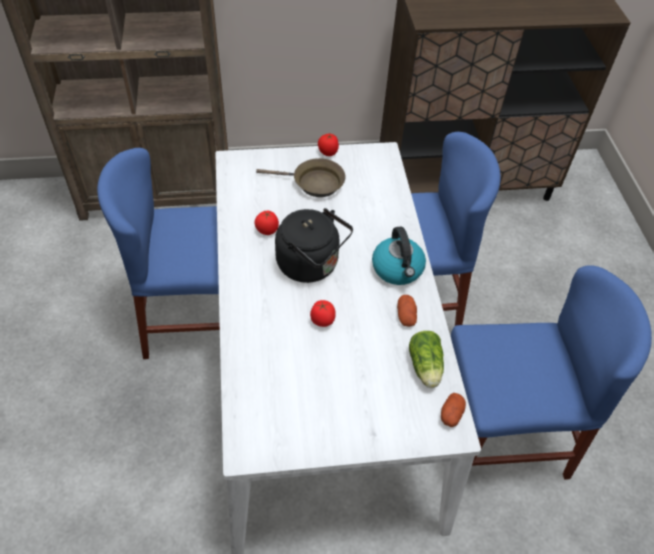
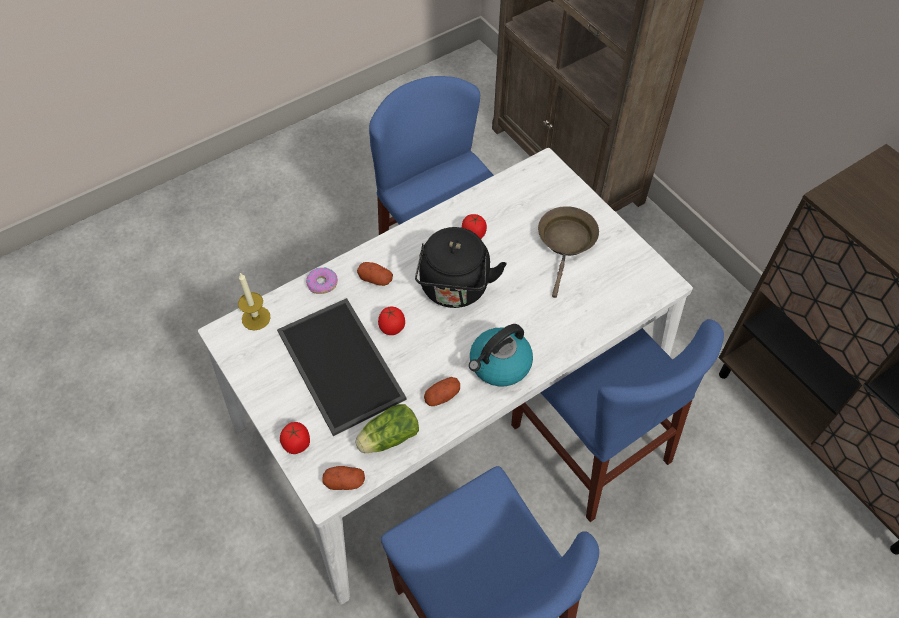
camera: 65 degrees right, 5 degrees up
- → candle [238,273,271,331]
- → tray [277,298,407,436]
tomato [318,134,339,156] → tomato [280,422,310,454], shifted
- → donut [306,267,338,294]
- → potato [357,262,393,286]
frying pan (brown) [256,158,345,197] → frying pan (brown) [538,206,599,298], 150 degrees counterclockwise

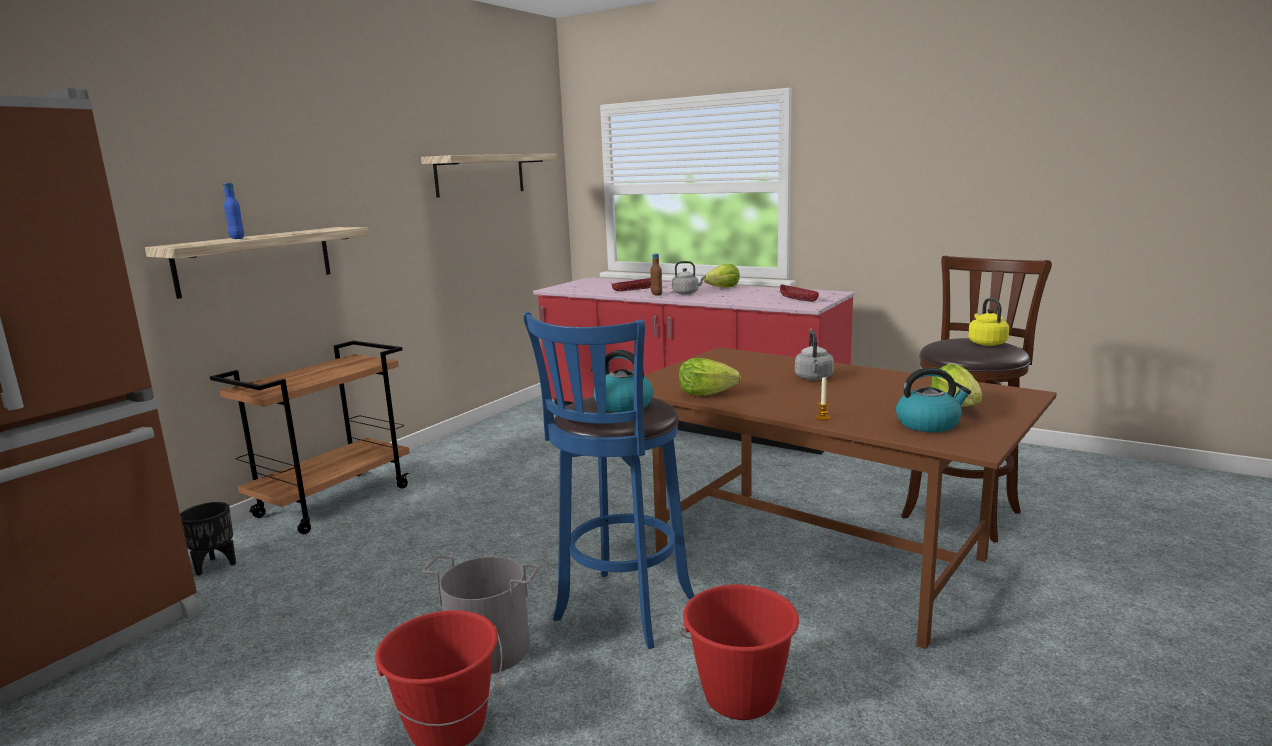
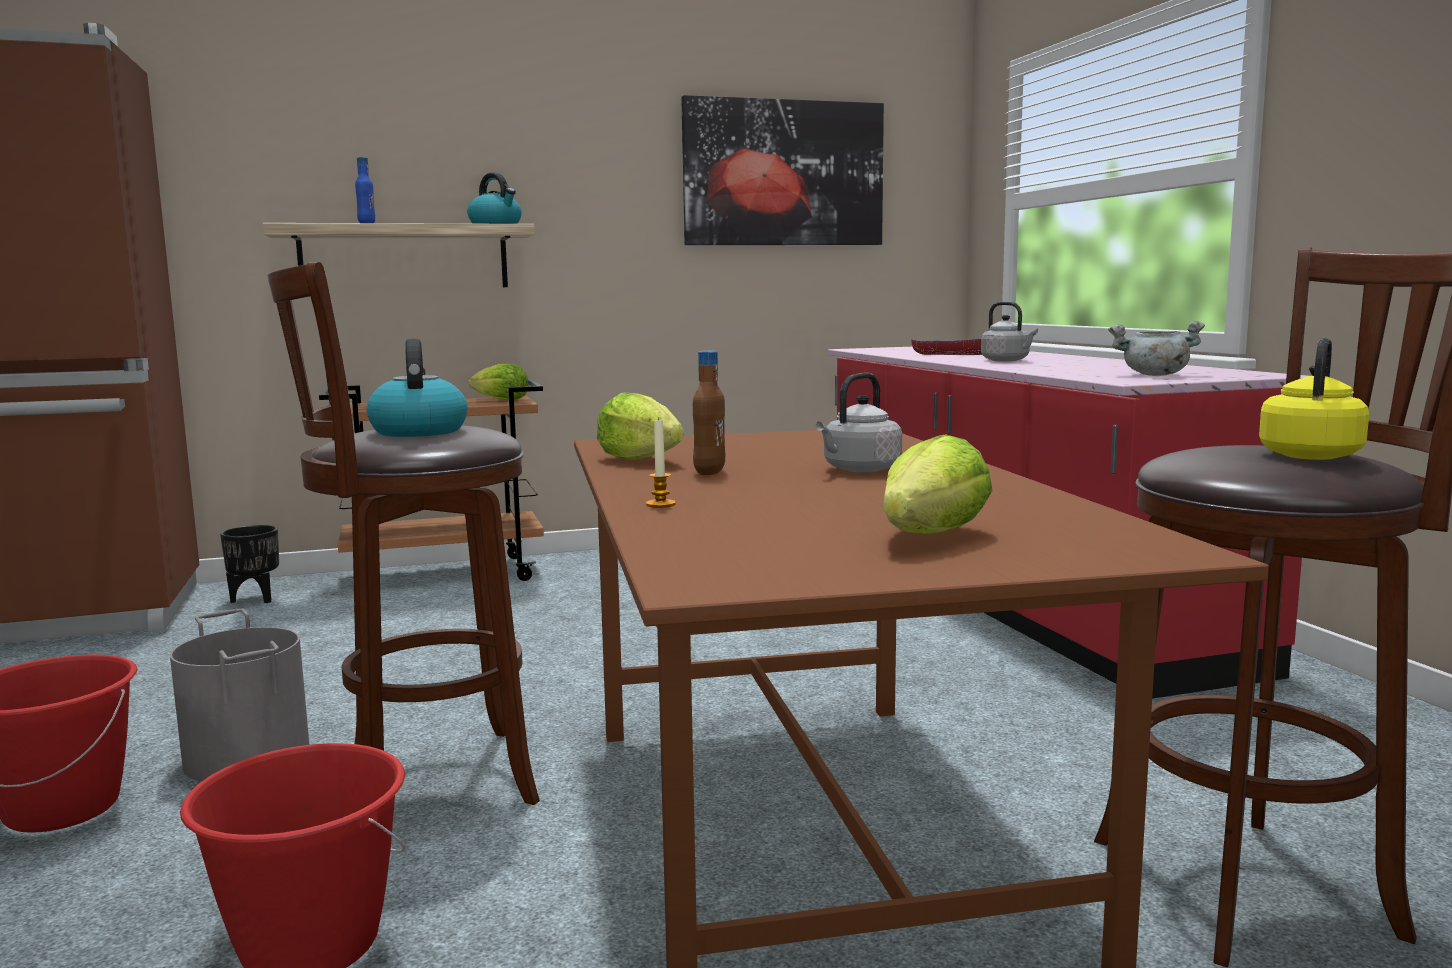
camera: 40 degrees right, 5 degrees down
stool (blue) [523,312,694,649] → stool (brown) [267,262,540,805]
kettle [896,368,971,432] → kettle [467,172,522,224], shifted
lettuce [703,264,740,288] → lettuce [469,363,529,401], shifted
shelf [421,153,557,198] → picture [681,95,884,245]
bottle (brown) [650,254,662,296] → bottle (brown) [693,351,725,475], shifted
bowl (red) [780,284,819,302] → cooking pot (grey) [1108,321,1205,376]

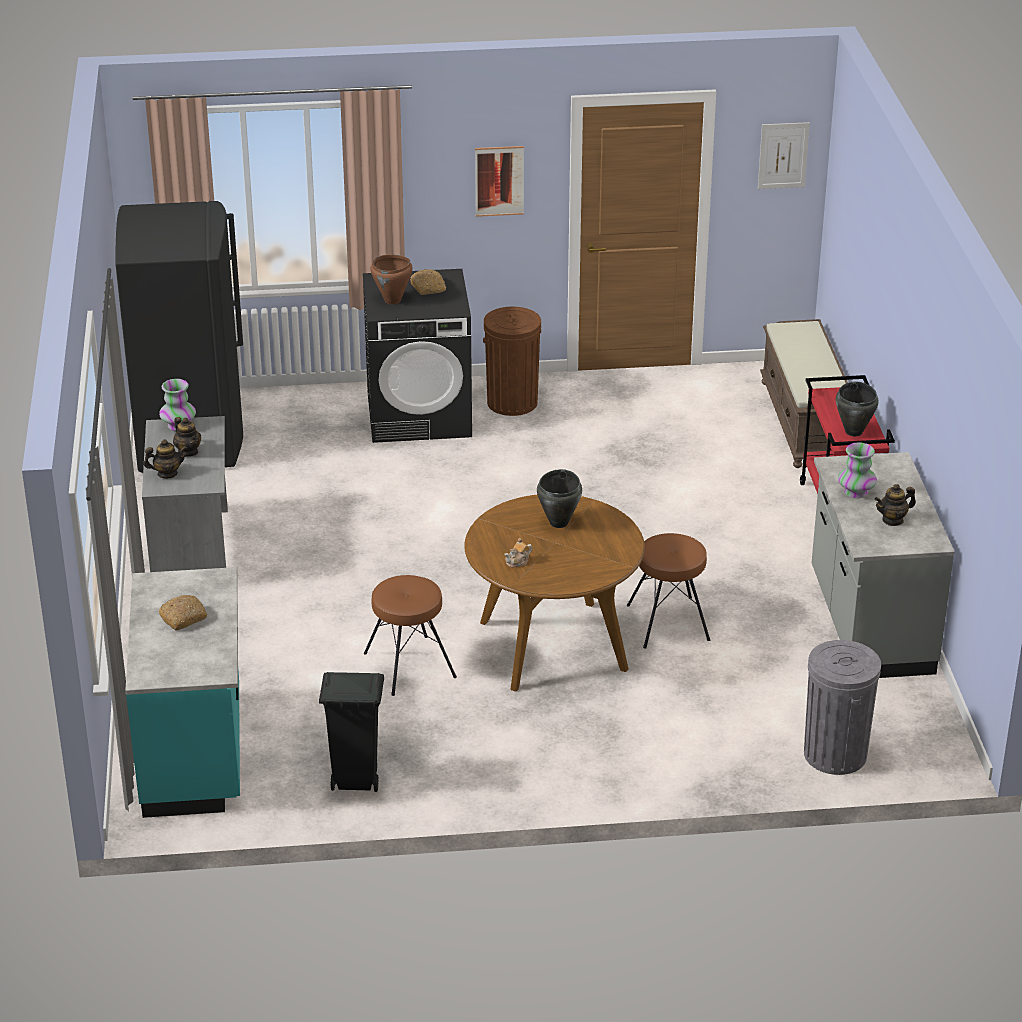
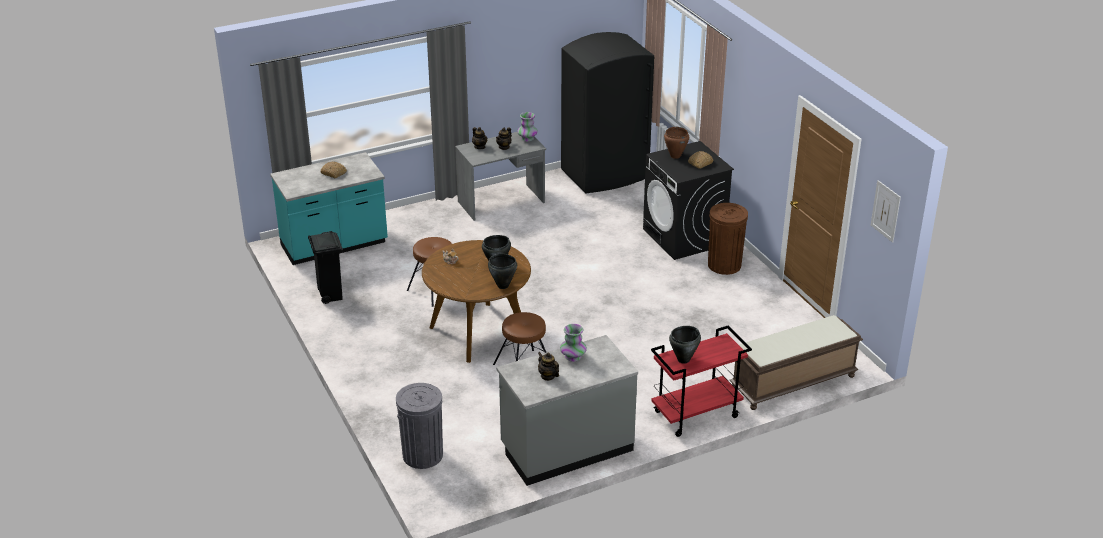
camera: 70 degrees right, 0 degrees up
- → cooking pot (black) [488,254,517,289]
picture [475,146,524,217] → -

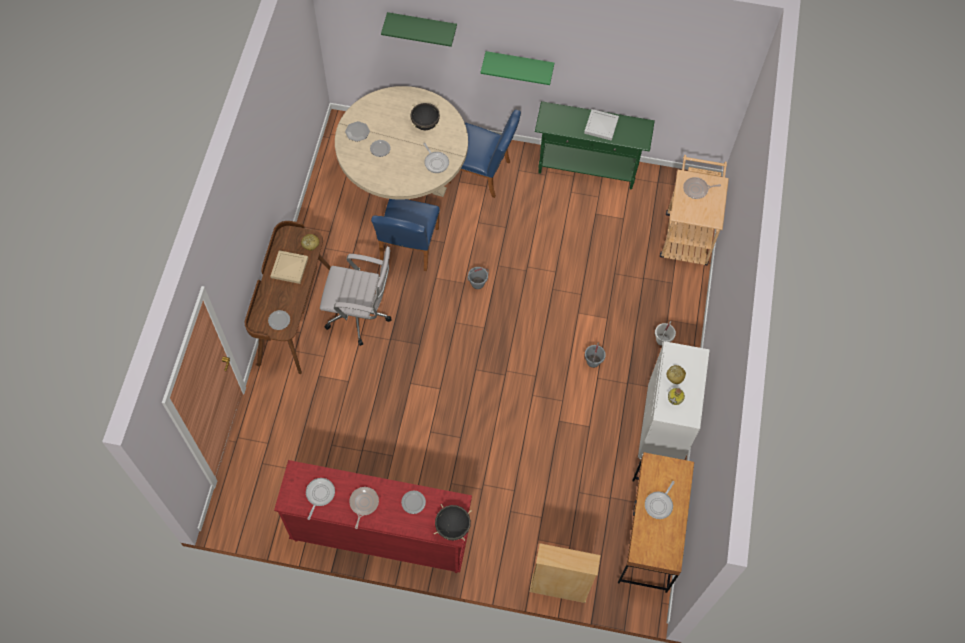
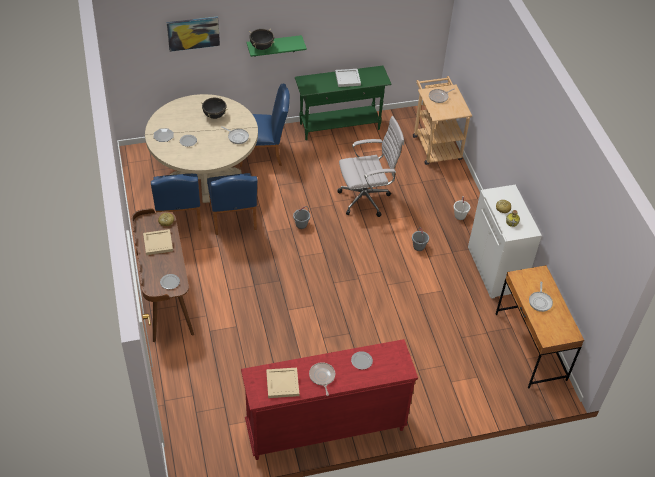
camera: 25 degrees left, 15 degrees down
- → chair (blue) [151,174,201,231]
shelf (green) [381,12,457,47] → picture [166,16,220,52]
cooking pot (black) [434,504,472,541] → cooking pot (black) [249,29,274,50], shifted
frying pan [306,478,335,520] → tray (beige) [266,368,299,398]
office chair (white) [320,246,391,346] → office chair (white) [337,116,404,217], shifted
bookcase (beige) [530,543,601,603] → -

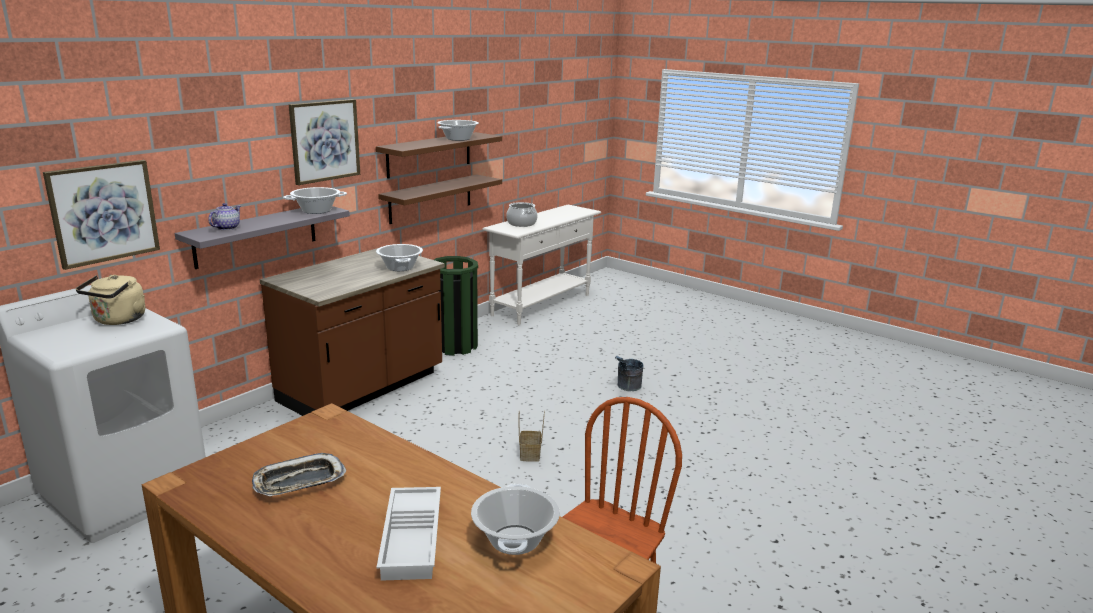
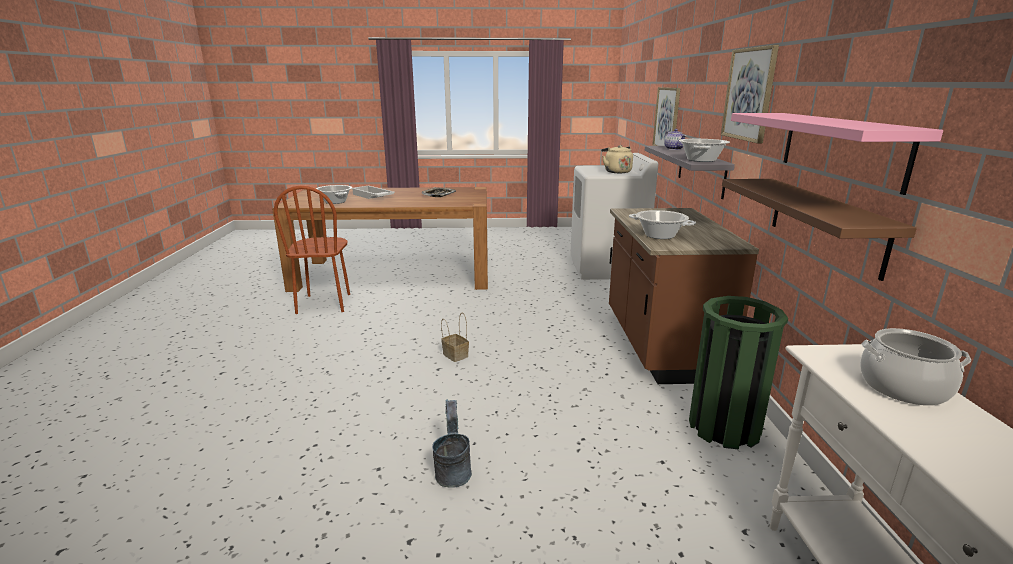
camera: 140 degrees right, 0 degrees up
shelf (brown) [376,132,502,179] → shelf (pink) [731,113,943,195]
cooking pot [437,120,479,141] → -

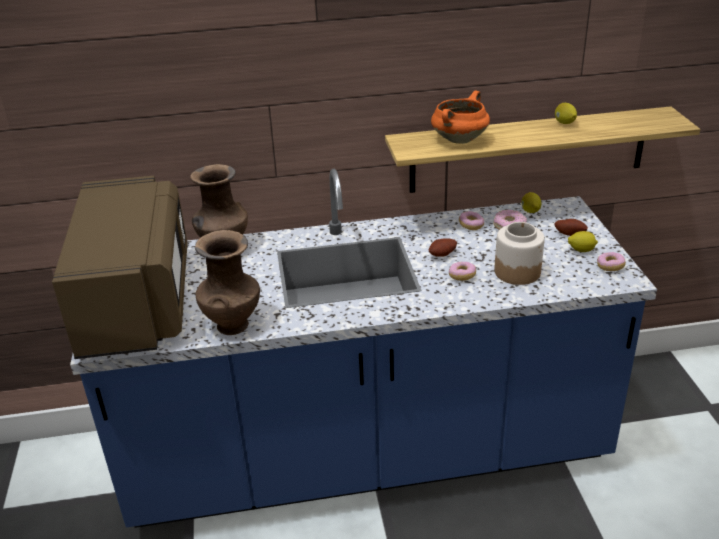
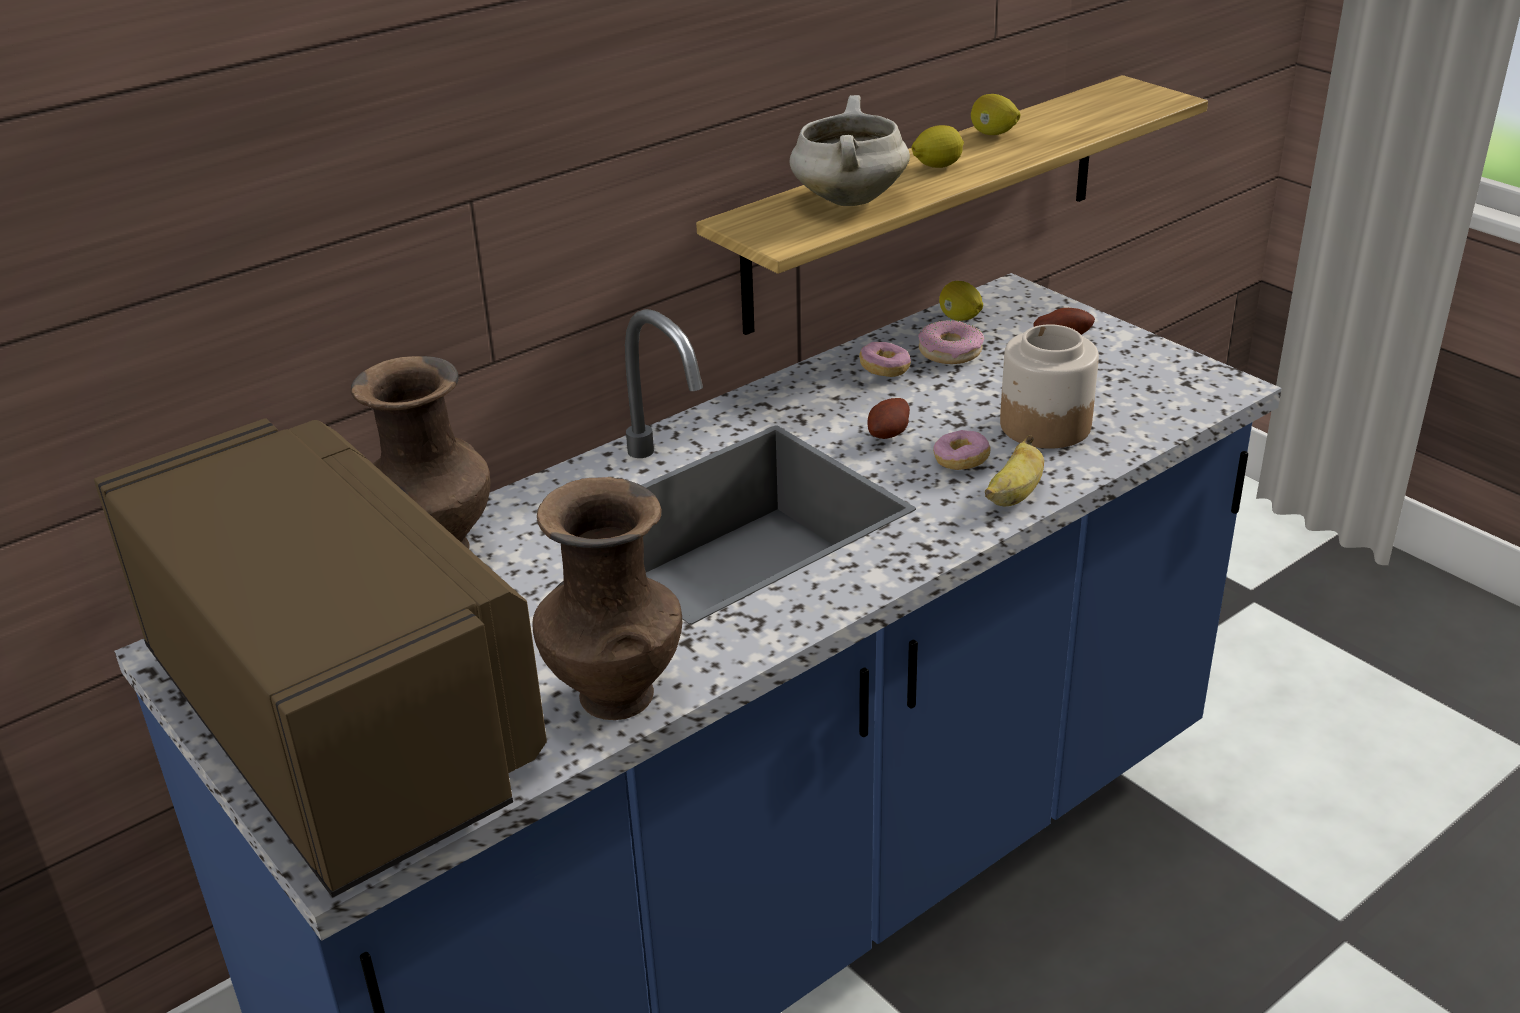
camera: 30 degrees left, 0 degrees up
cooking pot (orange) [431,90,490,144] → cooking pot (white) [789,95,910,206]
lemon [568,231,598,252] → lemon [911,125,964,168], shifted
- → banana [985,435,1044,506]
donut [597,252,626,271] → -

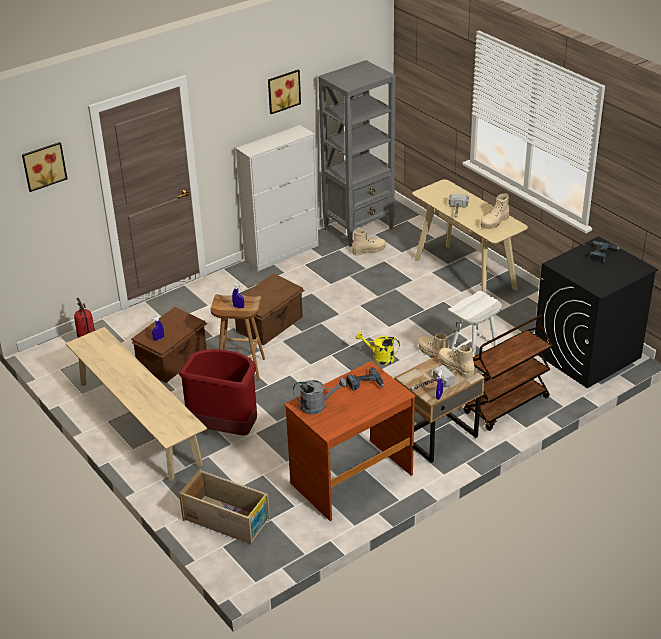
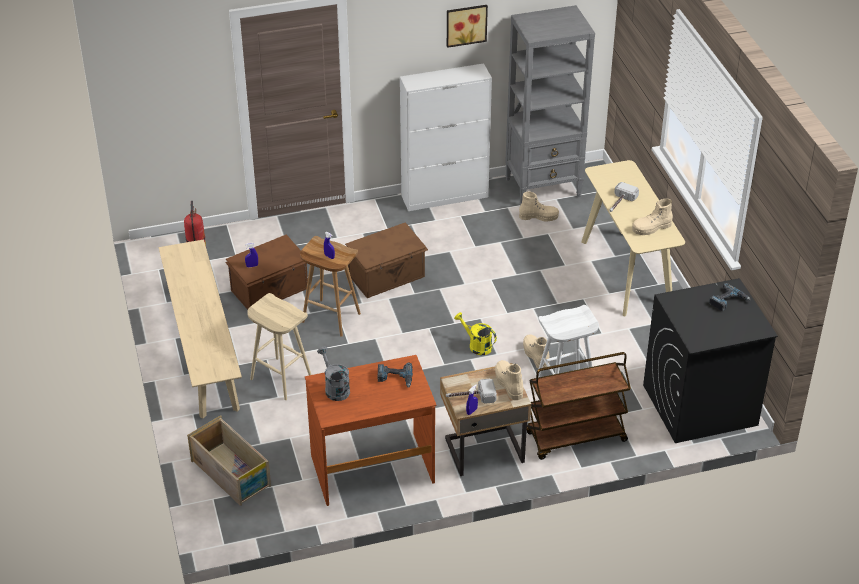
camera: 20 degrees right, 5 degrees up
trash can (red) [179,349,257,435] → stool (beige) [247,293,312,400]
watering can (grey) [293,378,347,414] → watering can (grey) [317,347,350,401], 135 degrees counterclockwise
picture [22,142,67,192] → -

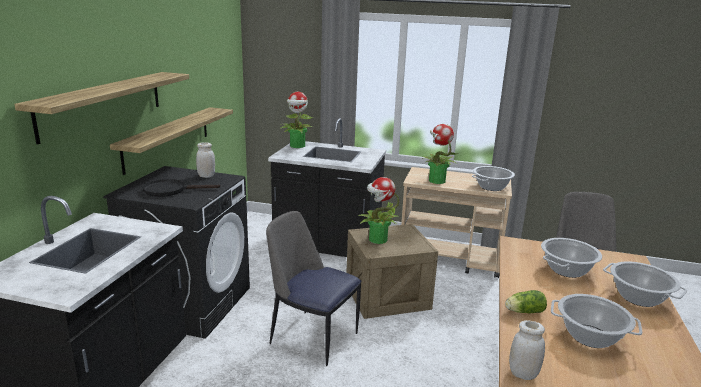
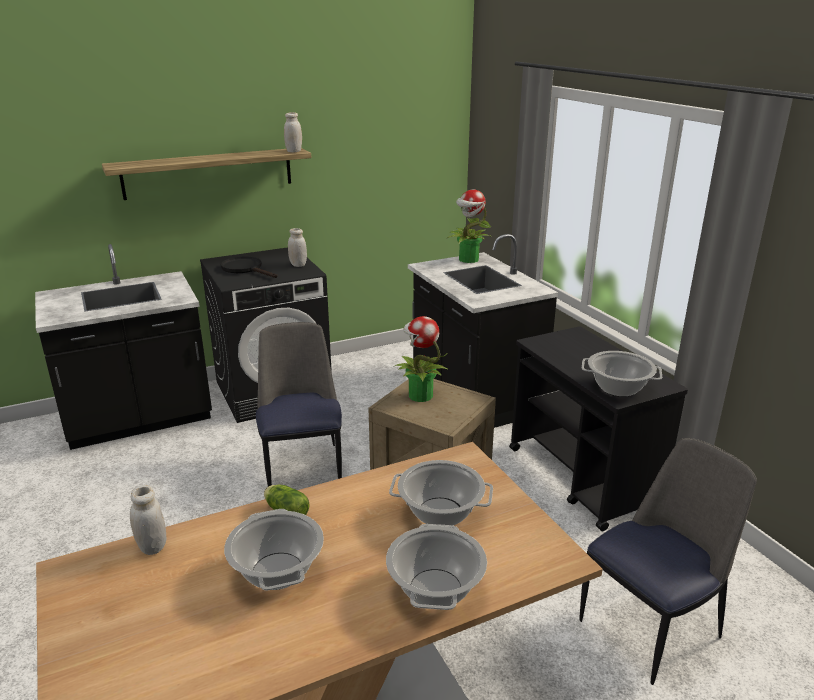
camera: 50 degrees right, 5 degrees up
- → jar (white) [284,112,302,153]
cart (beige) [401,167,512,278] → cart (black) [509,326,688,531]
shelf [110,107,233,175] → -
potted plant [422,124,456,184] → -

